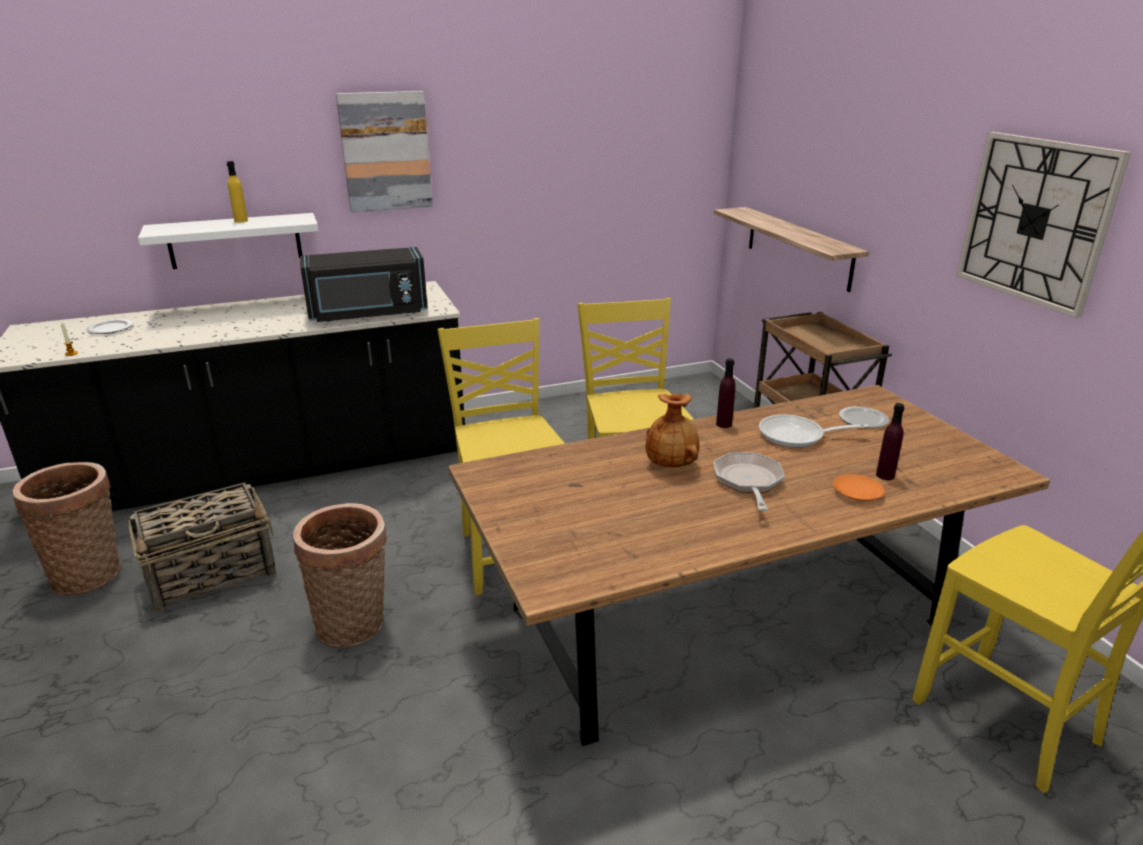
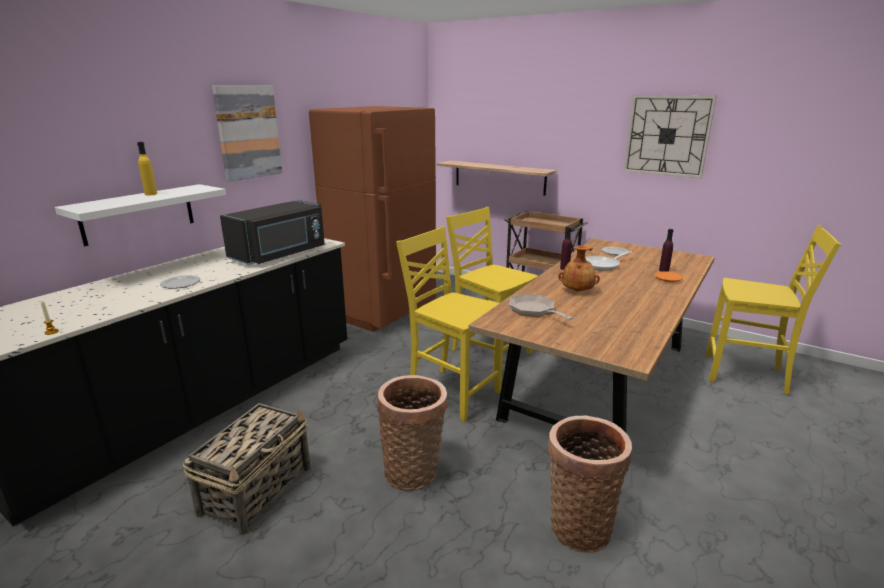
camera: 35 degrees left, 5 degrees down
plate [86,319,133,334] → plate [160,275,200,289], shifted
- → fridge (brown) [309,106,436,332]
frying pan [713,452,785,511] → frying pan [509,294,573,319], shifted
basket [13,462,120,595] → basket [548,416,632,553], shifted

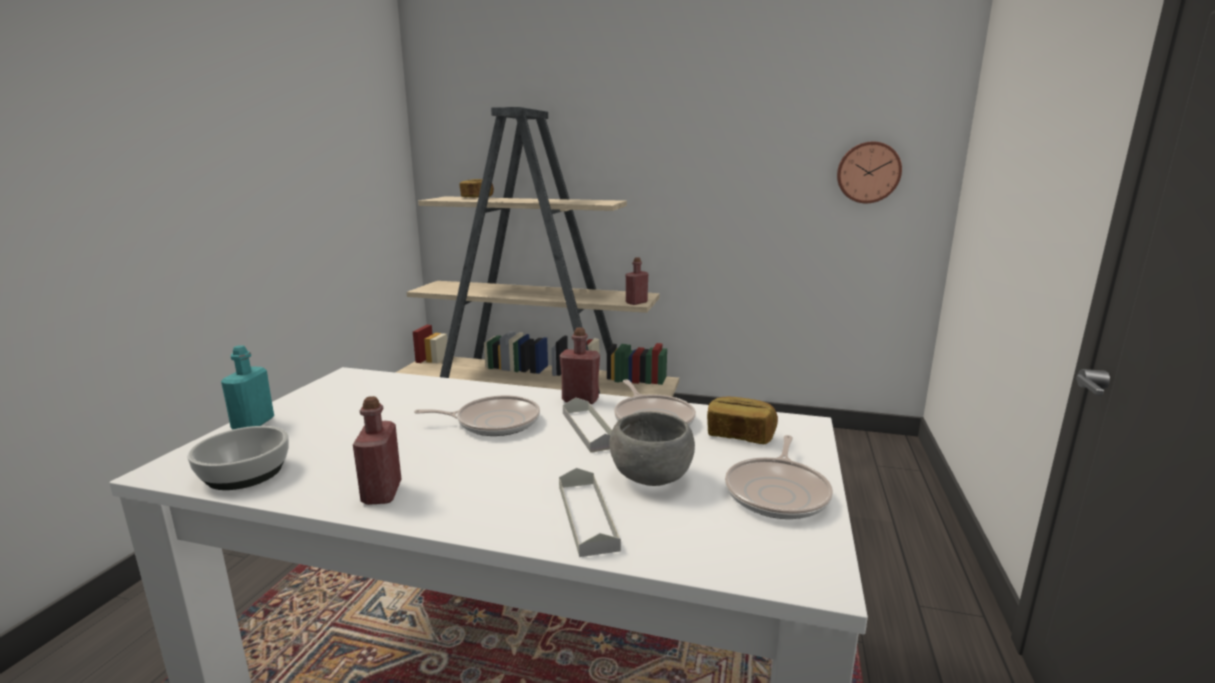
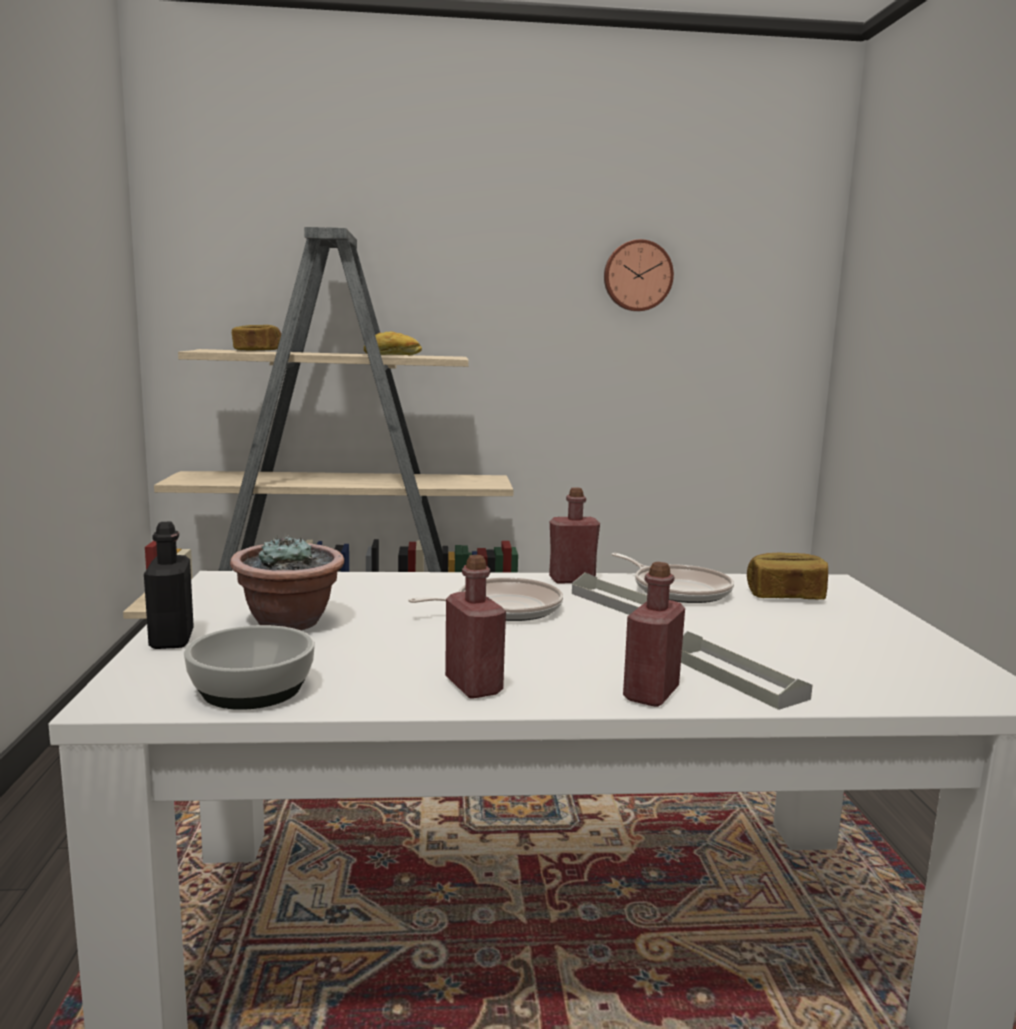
camera: 20 degrees left, 5 degrees down
bottle (turquoise) [221,345,274,429] → bottle (black) [144,522,194,649]
- → potted plant [230,534,344,630]
- → bread [364,331,422,355]
wall clock [837,142,902,203] → wall clock [604,239,674,311], shifted
bottle (red) [626,257,648,305] → bottle (red) [623,562,685,707], shifted
bowl (grey) [609,411,695,486] → -
frying pan [725,435,833,519] → -

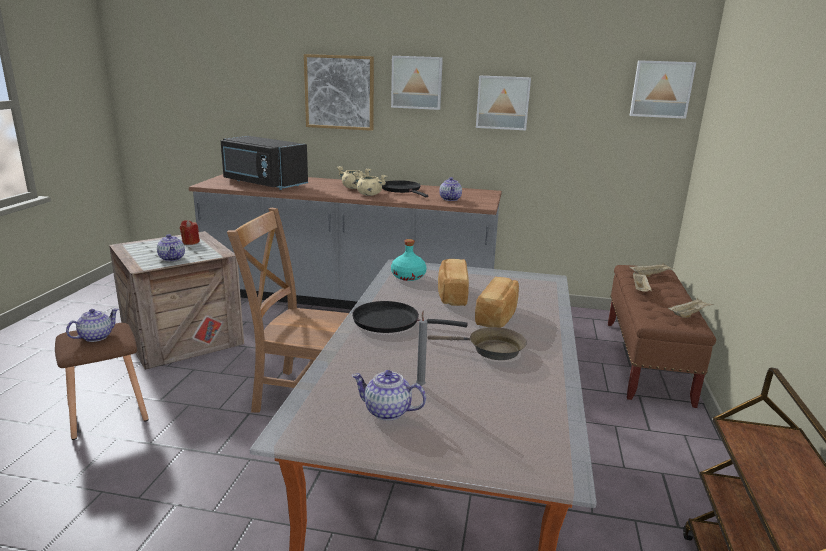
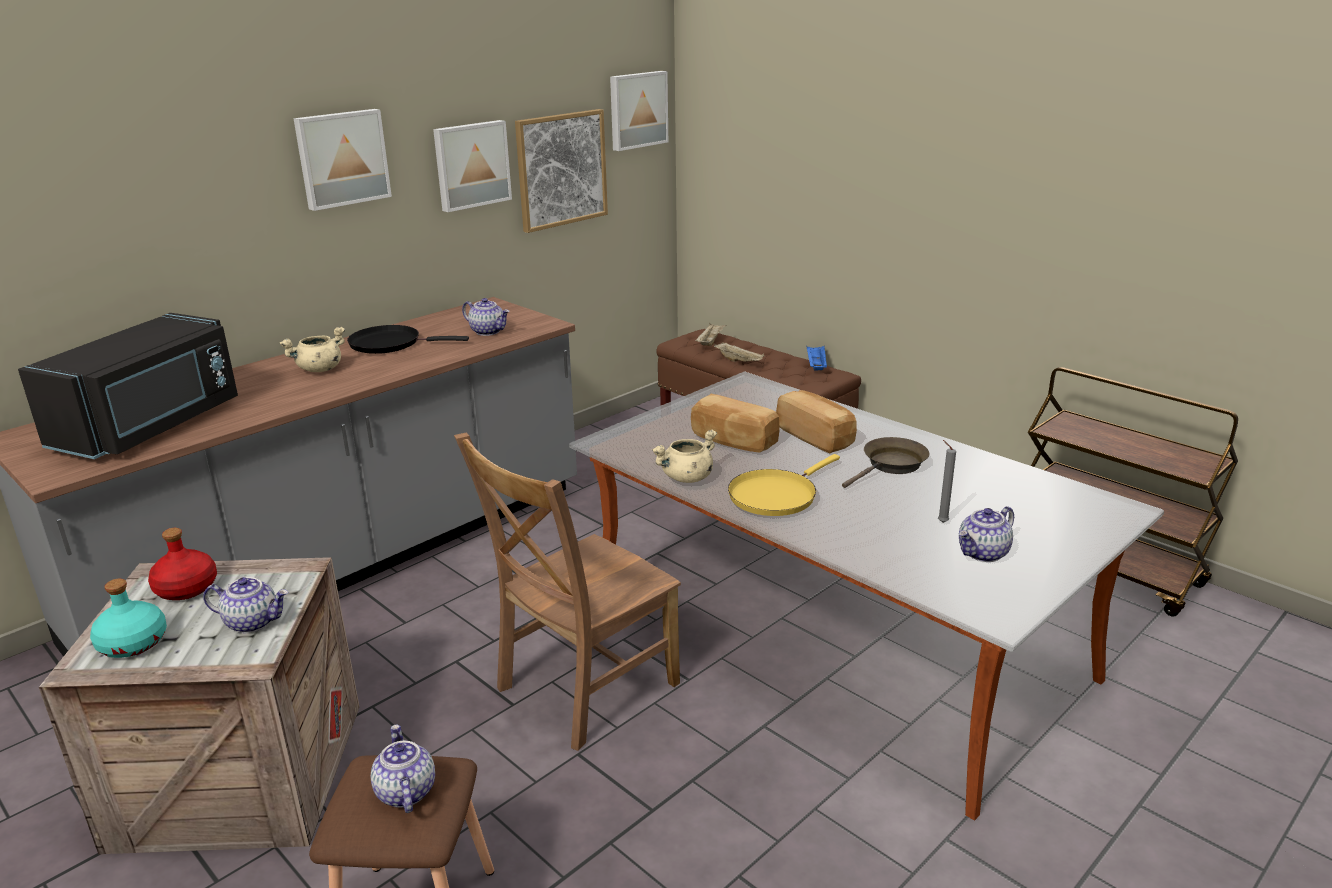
camera: 55 degrees left, 5 degrees up
microwave (black) [221,136,308,190] → microwave (black) [18,313,238,459], 45 degrees counterclockwise
bottle (turquoise) [391,239,427,281] → bottle (turquoise) [90,579,167,658], shifted
candle (red) [180,220,200,245] → bottle (red) [148,528,217,600]
picture [304,54,374,131] → picture [515,109,608,233], shifted
cooking pot (beige) [352,172,387,196] → cooking pot (beige) [652,430,717,483], shifted
frying pan (black) [352,301,468,333] → frying pan (yellow) [728,454,840,516]
tray (beige) [668,298,713,318] → tray (blue) [807,346,827,370]

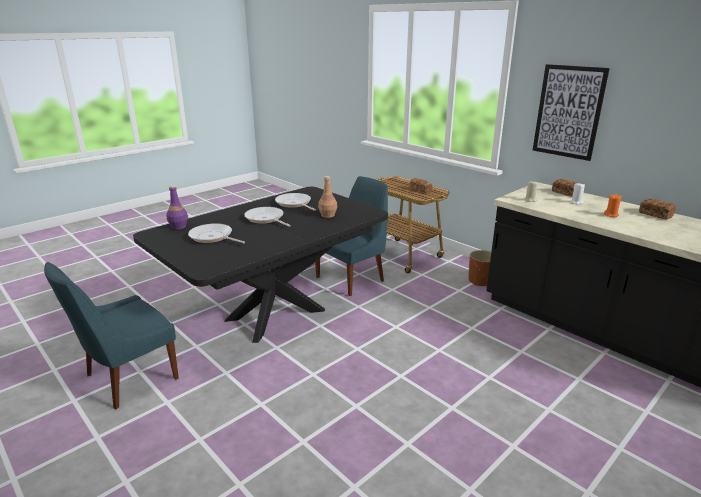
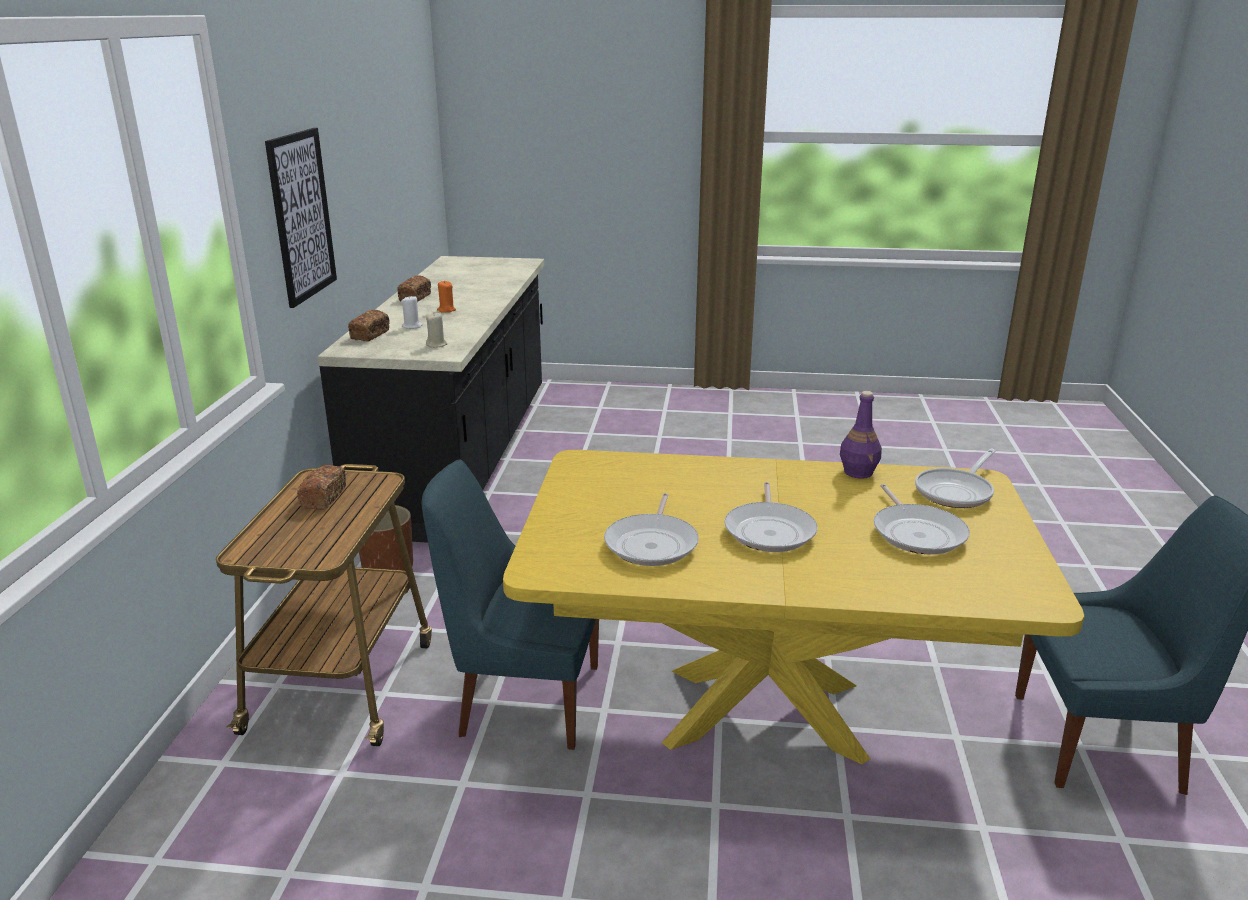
camera: 130 degrees left, 0 degrees up
dining table (black) [133,187,388,343] → dining table (yellow) [503,450,1084,765]
bottle (purple) [166,185,188,230] → bottle (purple) [840,391,882,479], shifted
- → frying pan [915,448,996,508]
bottle (brown) [318,176,337,218] → -

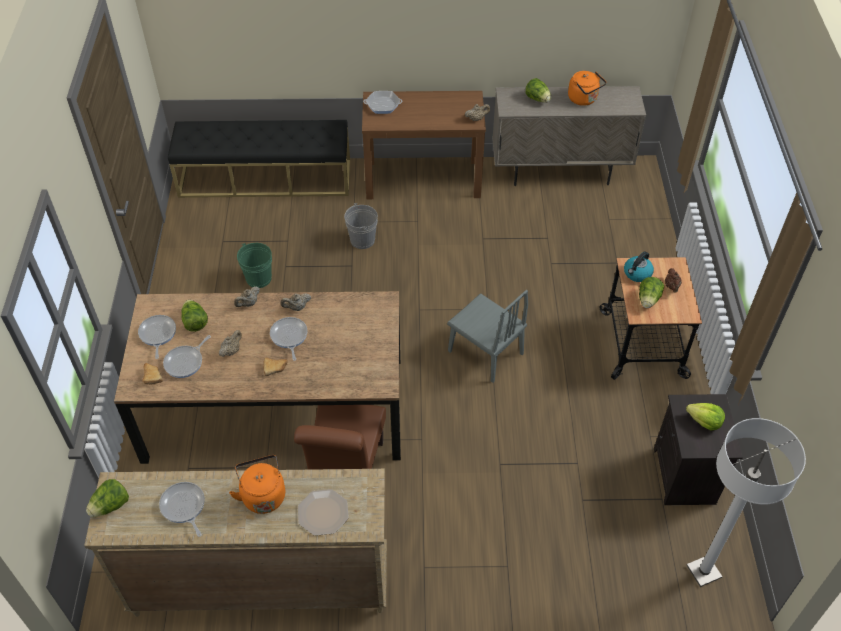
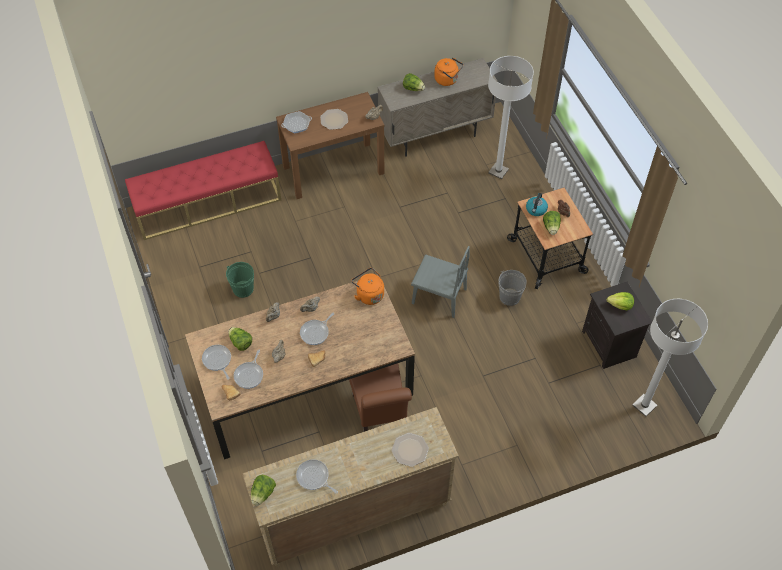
camera: 20 degrees left, 5 degrees up
bench (black) [168,120,350,198] → bench (red) [125,141,281,240]
frying pan [270,317,307,361] → frying pan [300,313,335,345], 105 degrees counterclockwise
- → plate [320,109,348,130]
kettle (orange) [229,455,285,514] → kettle (orange) [351,268,384,305], shifted
- → floor lamp (white) [488,56,534,179]
bucket (grey) [344,203,378,249] → bucket (grey) [499,270,527,306], shifted

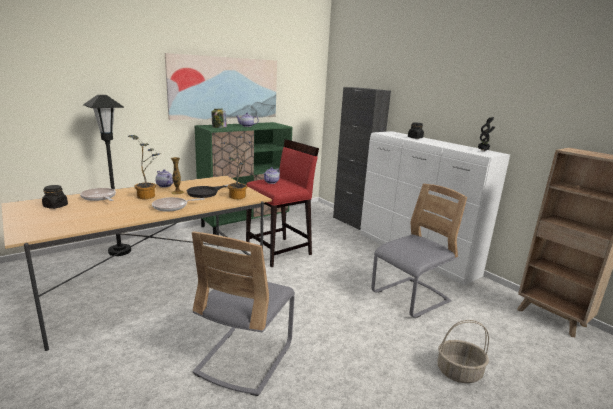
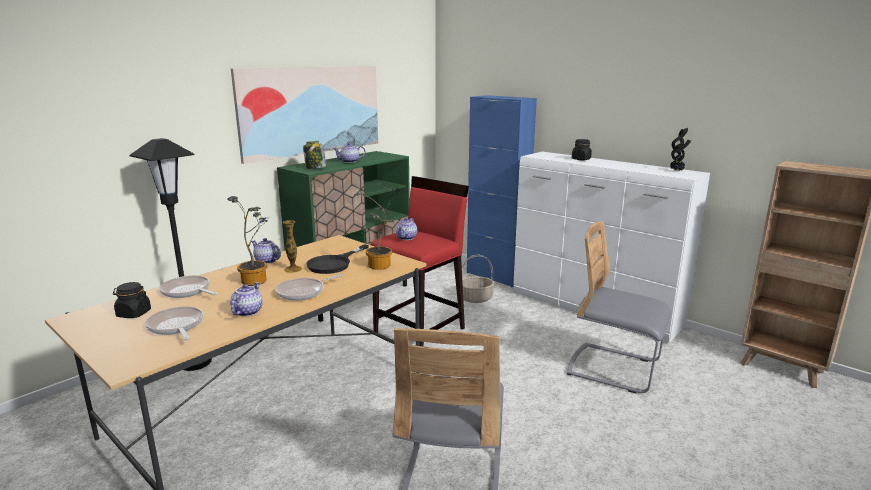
camera: 10 degrees left, 0 degrees up
- → frying pan [145,306,203,340]
- → teapot [230,282,263,316]
basket [437,320,489,383] → basket [462,255,495,303], shifted
cabinet (black) [333,87,391,230] → cabinet (blue) [467,95,537,287]
chair (grey) [371,184,467,318] → chair (grey) [567,221,671,394], 105 degrees counterclockwise

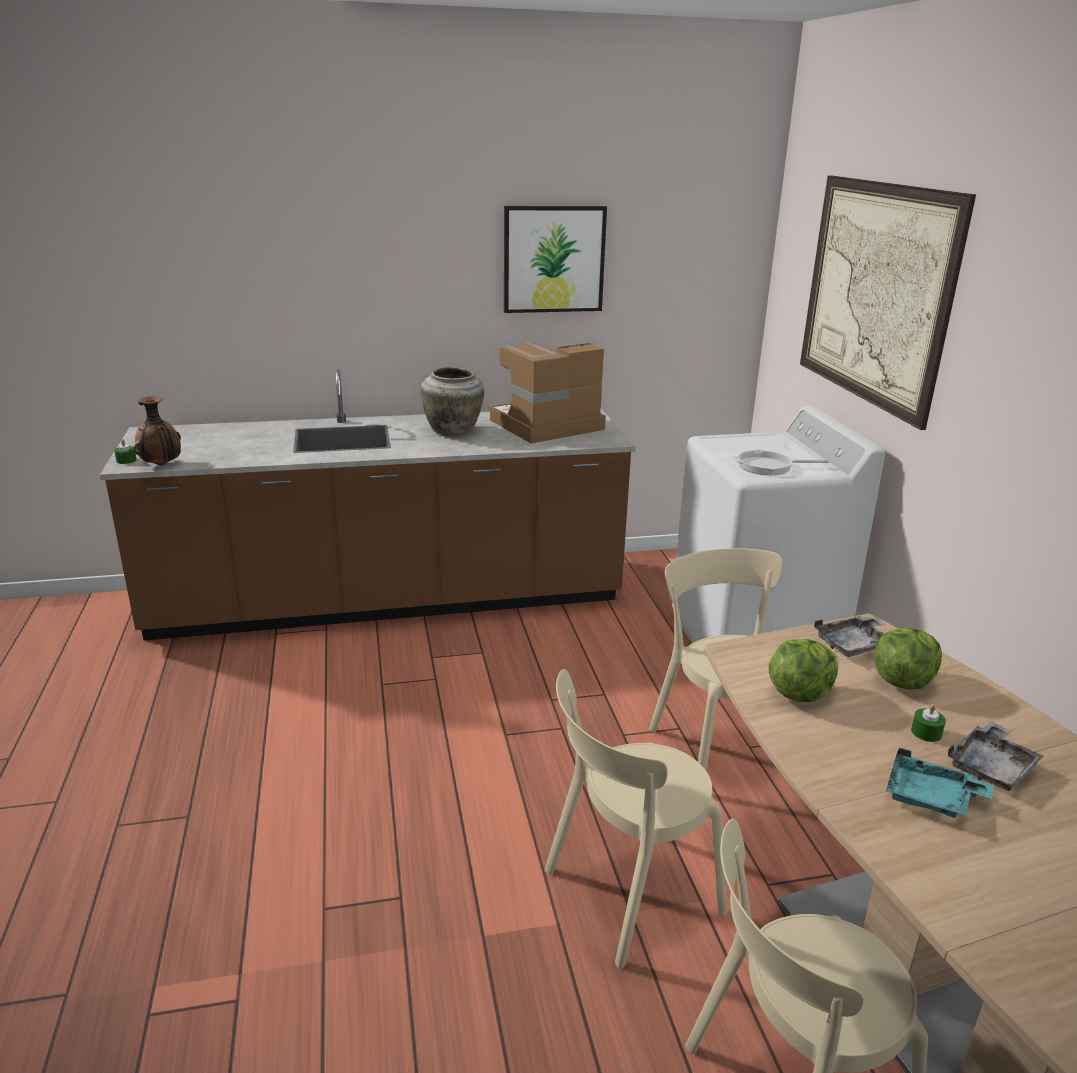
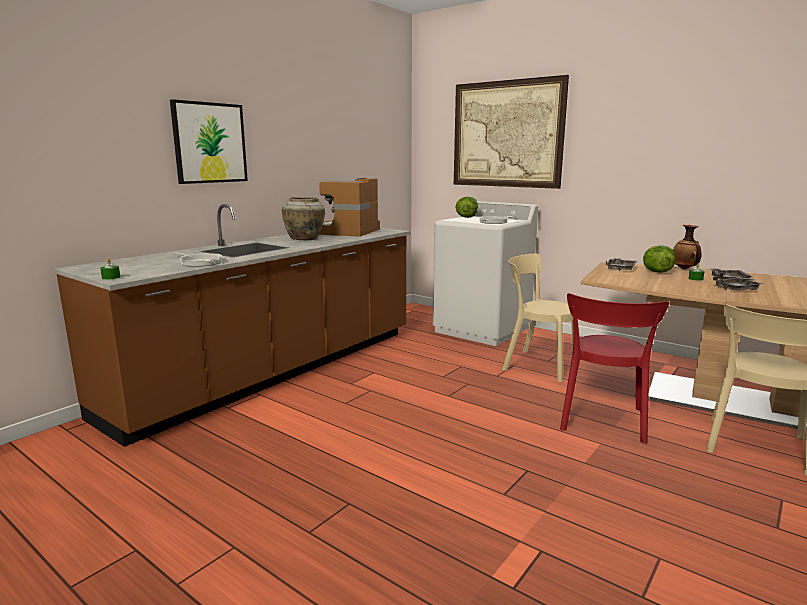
camera: 40 degrees left, 10 degrees down
picture [504,206,607,313] → picture [170,99,248,184], shifted
- → frying pan [174,252,222,267]
lettuce [769,639,839,702] → lettuce [456,197,478,218], shifted
chair (beige) [545,669,727,969] → chair (red) [560,293,669,444]
vase [133,396,181,466] → vase [673,225,702,269], shifted
tray (turquoise) [886,747,994,818] → tray (grey) [713,276,763,291]

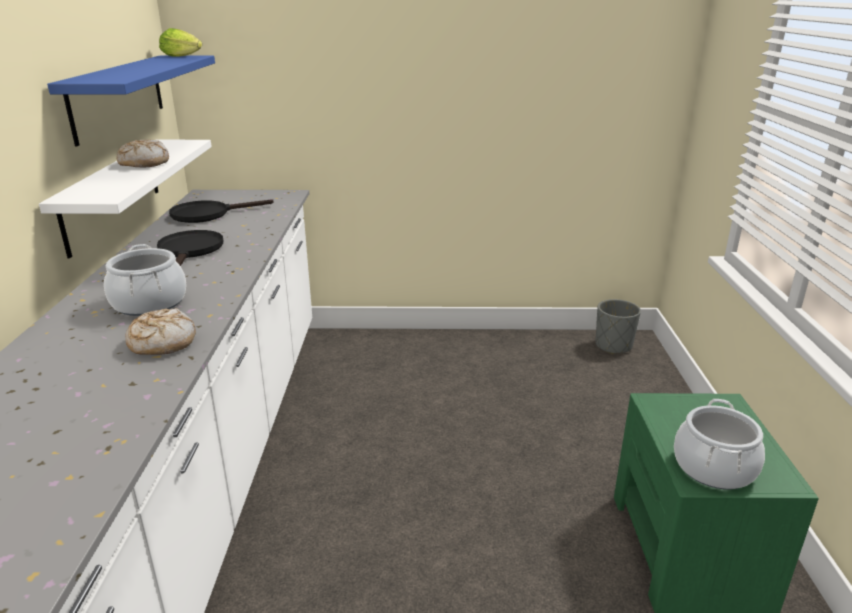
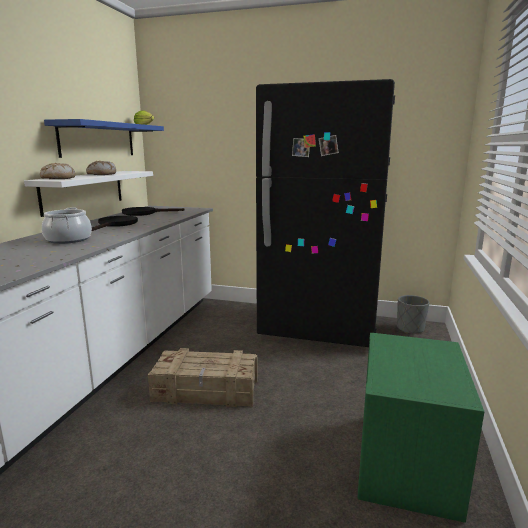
camera: 15 degrees right, 10 degrees down
bread [125,308,196,355] → bread [40,163,76,179], shifted
- → crate [148,348,257,407]
- → fridge (black) [256,79,395,347]
cooking pot [674,399,765,490] → -

